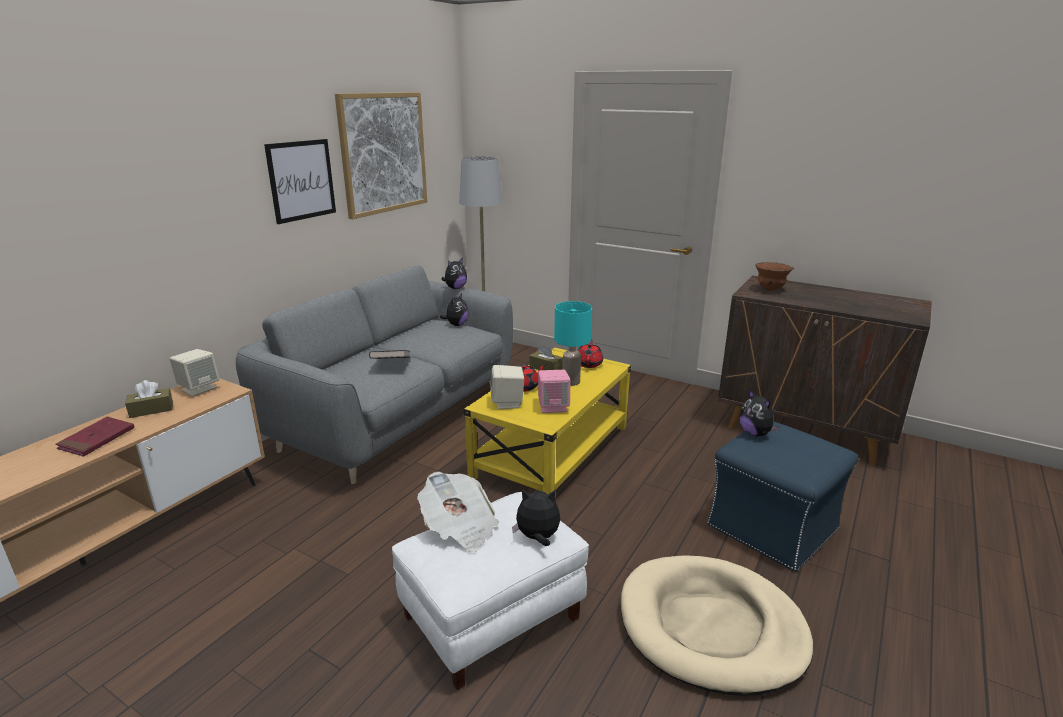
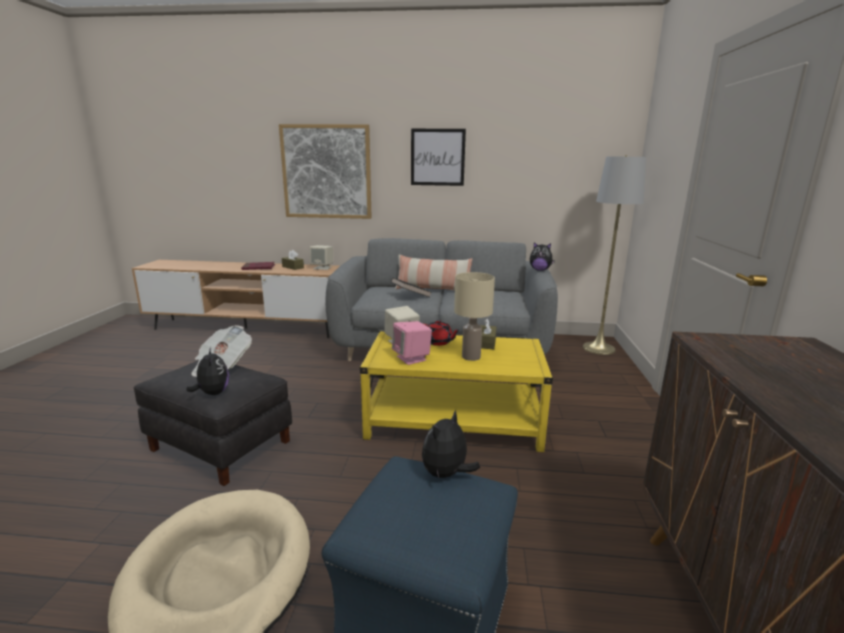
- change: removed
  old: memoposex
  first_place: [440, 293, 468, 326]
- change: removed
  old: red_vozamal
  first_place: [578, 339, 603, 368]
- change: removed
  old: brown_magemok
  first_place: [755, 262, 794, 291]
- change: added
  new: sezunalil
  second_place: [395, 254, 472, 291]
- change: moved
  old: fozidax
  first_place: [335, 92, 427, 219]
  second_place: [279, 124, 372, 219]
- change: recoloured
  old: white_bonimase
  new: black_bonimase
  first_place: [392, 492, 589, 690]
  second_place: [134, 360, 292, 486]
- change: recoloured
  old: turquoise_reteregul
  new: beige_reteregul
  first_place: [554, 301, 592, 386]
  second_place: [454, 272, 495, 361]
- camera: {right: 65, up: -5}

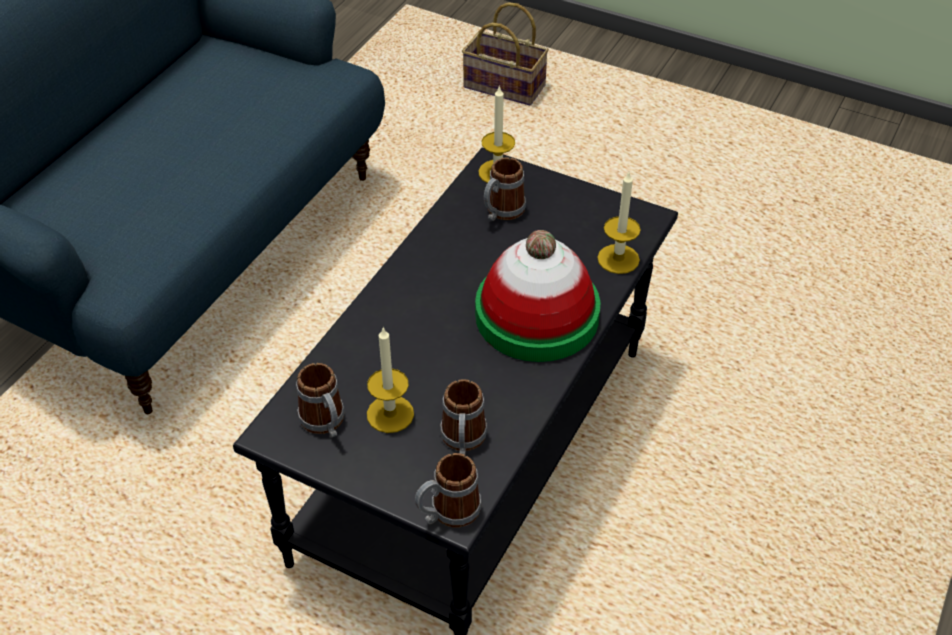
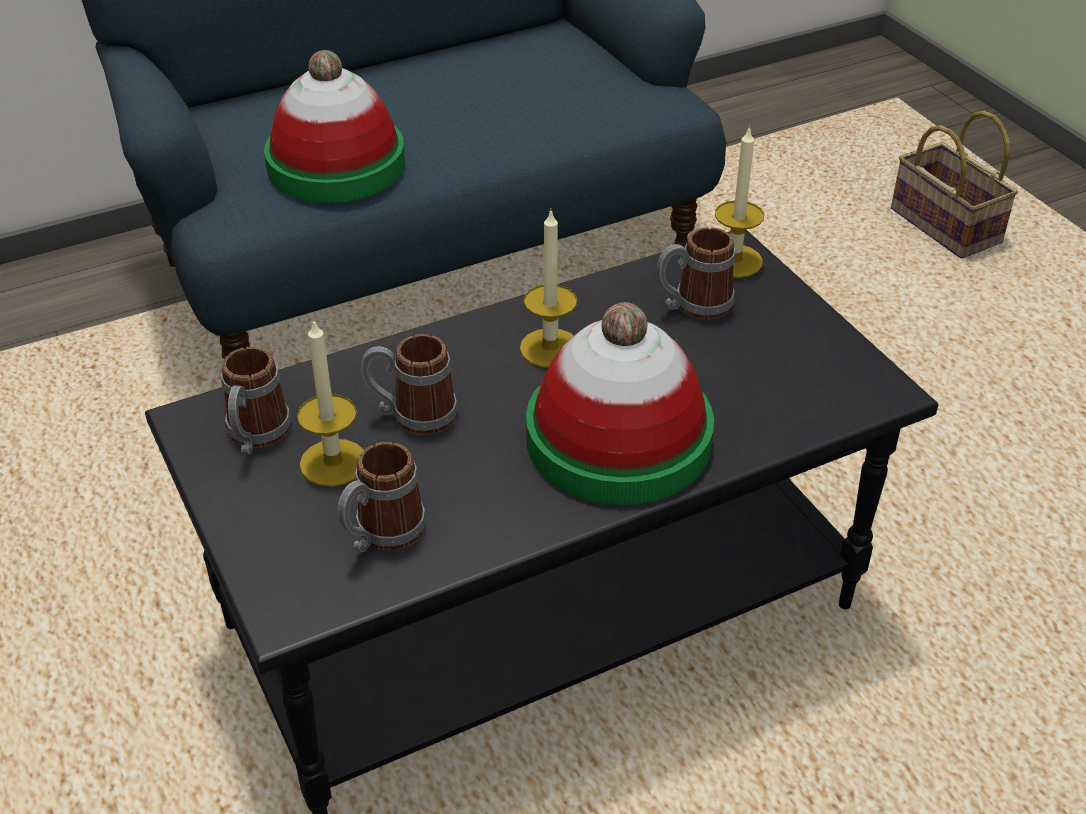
- change: added
  new: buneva
  second_place: [264, 50, 405, 203]
- change: moved
  old: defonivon
  first_place: [415, 453, 481, 527]
  second_place: [361, 334, 458, 435]
- change: moved
  old: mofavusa
  first_place: [597, 172, 641, 274]
  second_place: [520, 209, 577, 368]
- camera: {right: 35, up: -5}

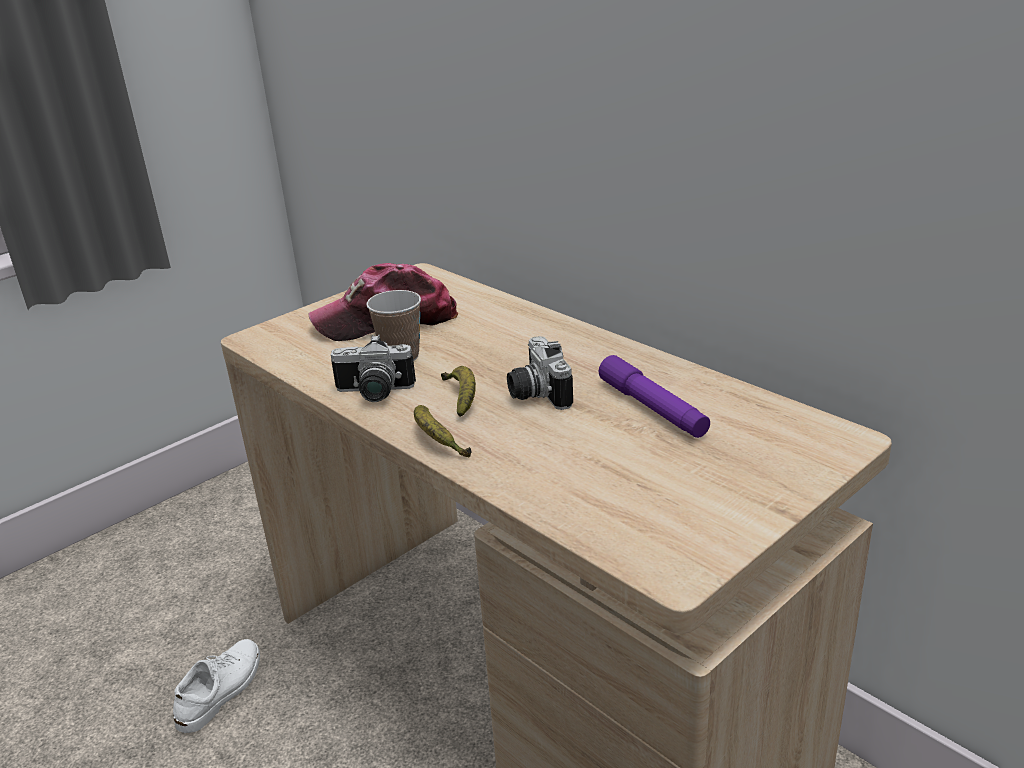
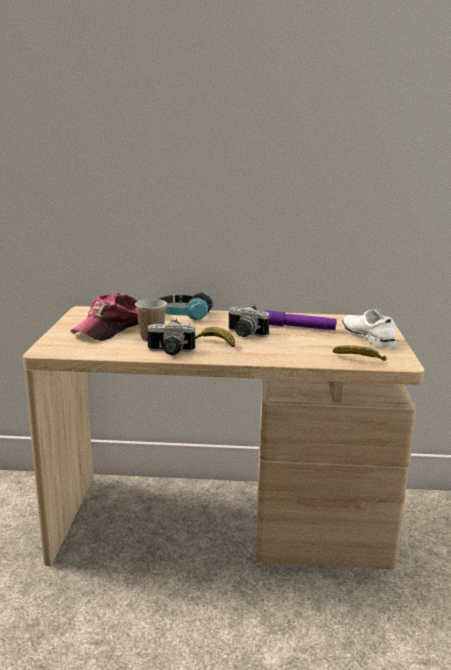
- change: added
  new: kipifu
  second_place: [158, 292, 213, 320]
- change: moved
  old: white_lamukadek
  first_place: [173, 639, 260, 733]
  second_place: [342, 309, 396, 348]
- change: moved
  old: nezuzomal
  first_place: [414, 405, 472, 457]
  second_place: [332, 345, 386, 361]
- change: turned
  old: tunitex
  first_place: [331, 335, 416, 402]
  second_place: [147, 318, 195, 355]
  degrees: 45
- camera: {right: -45, up: -10}

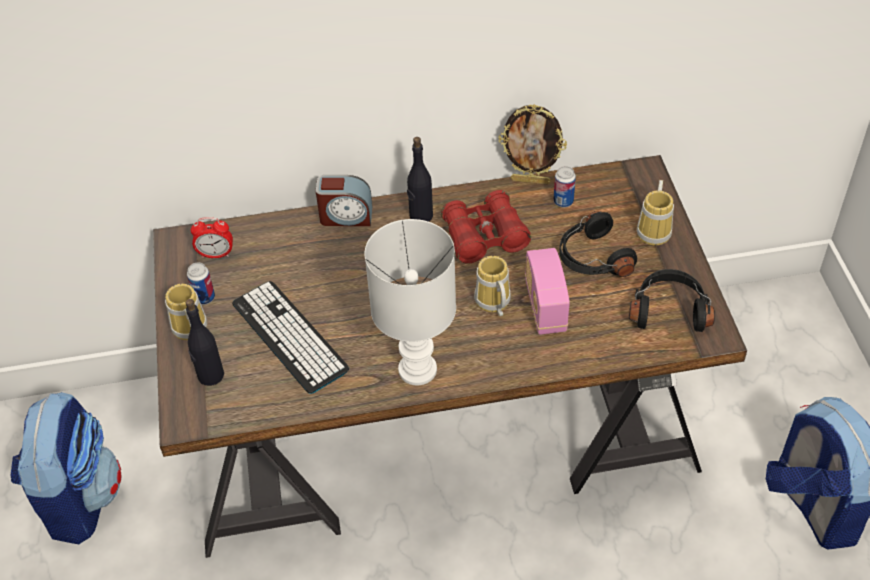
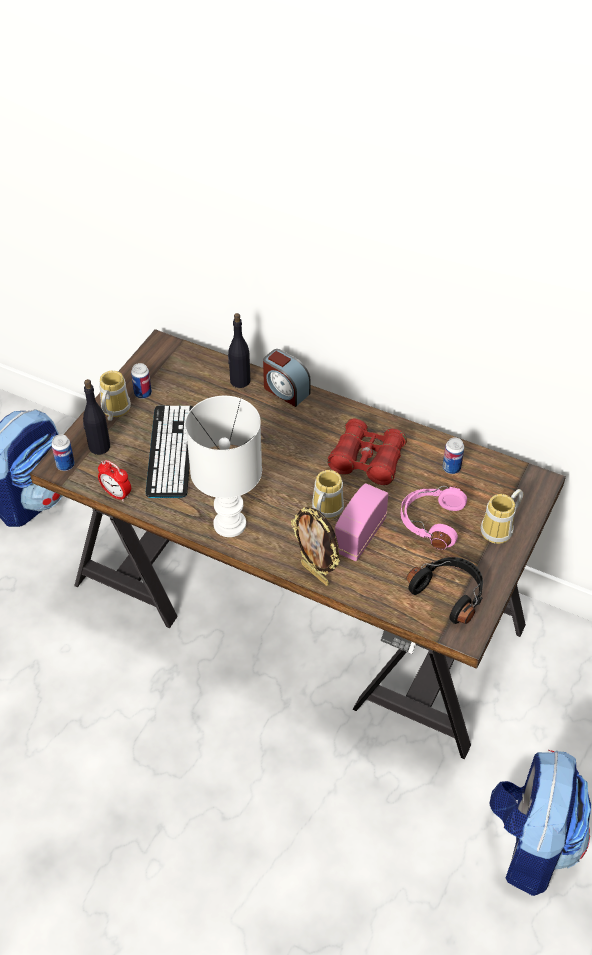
- change: added
  new: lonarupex
  second_place: [51, 434, 75, 471]
- change: moved
  old: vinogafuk
  first_place: [191, 217, 233, 258]
  second_place: [98, 460, 131, 502]
- change: moved
  old: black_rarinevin
  first_place: [407, 137, 433, 222]
  second_place: [228, 313, 251, 388]
- change: moved
  old: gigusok
  first_place: [498, 104, 567, 184]
  second_place: [291, 507, 340, 586]
- change: recoloured
  old: black_kipifu
  new: pink_kipifu
  first_place: [559, 211, 637, 277]
  second_place: [401, 486, 467, 550]
- camera: {right: 35, up: 0}

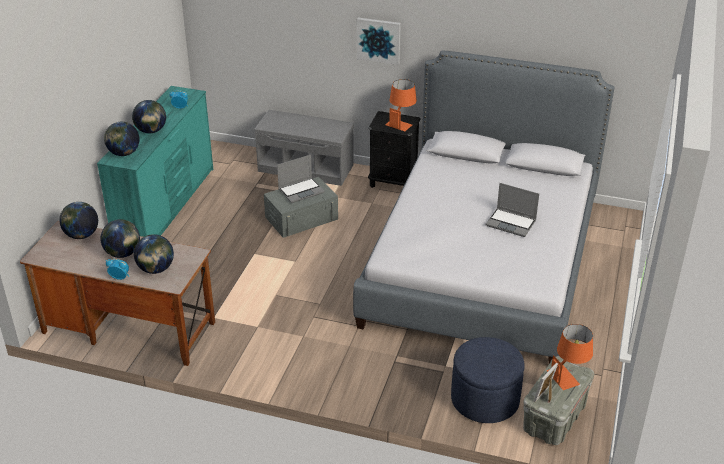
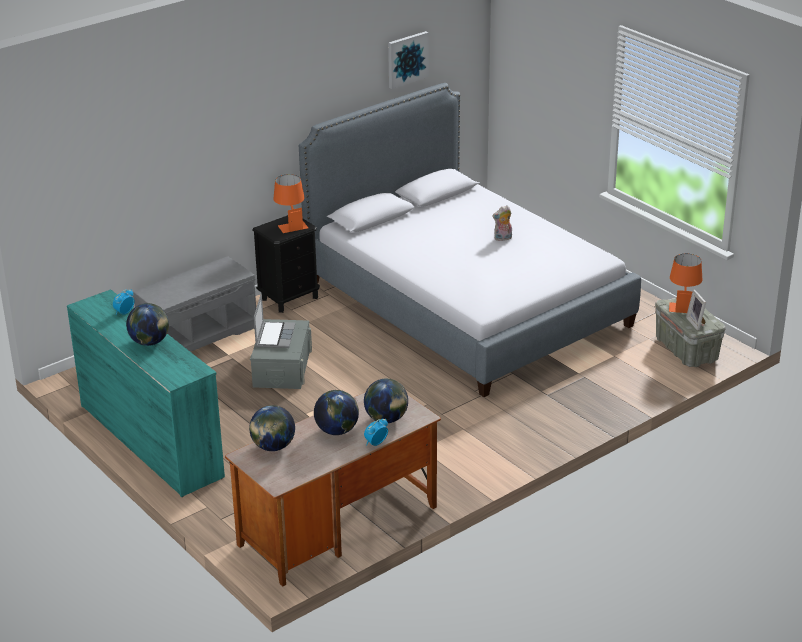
- change: removed
  old: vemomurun
  first_place: [104, 122, 140, 156]
- change: removed
  old: blue_bonimase
  first_place: [451, 337, 525, 423]
- change: moved
  old: fozidax
  first_place: [357, 18, 401, 65]
  second_place: [388, 31, 429, 89]
- change: replaced
  old: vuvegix
  new: memoposex
  first_place: [486, 183, 539, 237]
  second_place: [492, 205, 512, 241]
- camera: {right: -55, up: -5}

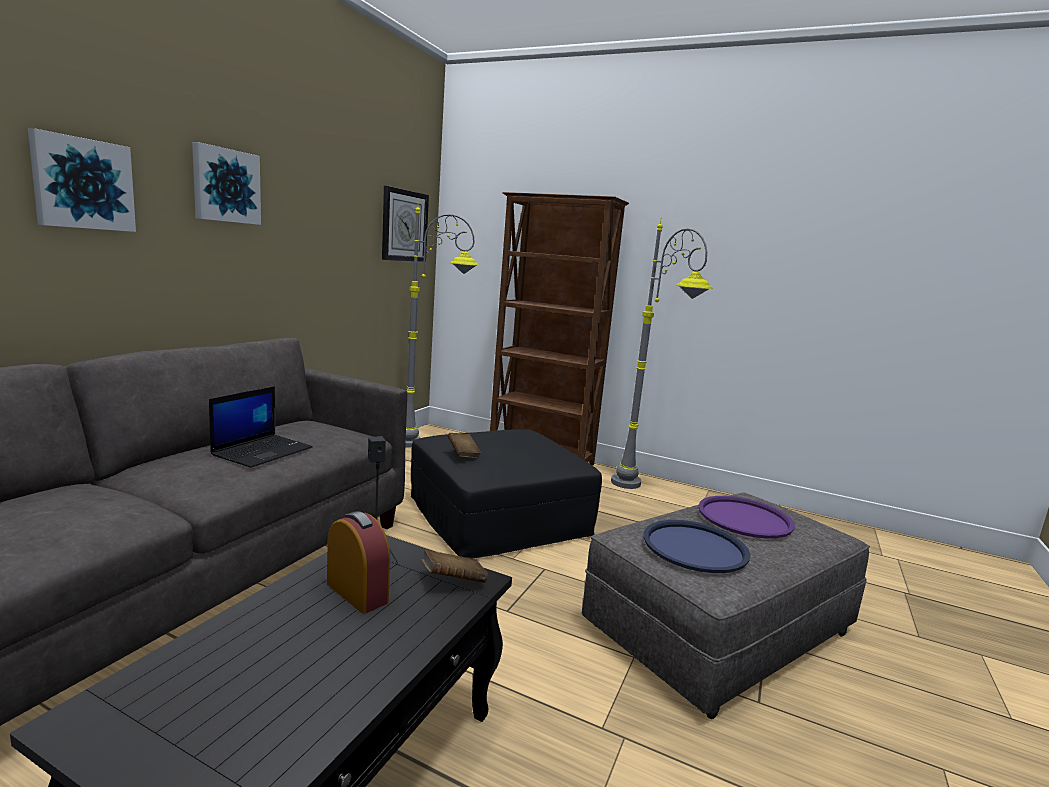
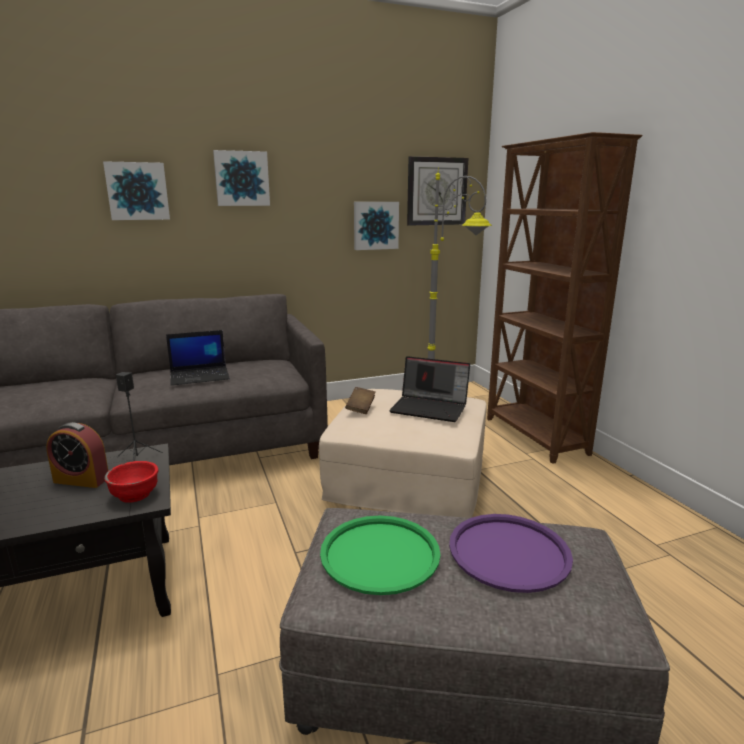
- change: removed
  old: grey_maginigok
  first_place: [611, 218, 713, 489]
- change: added
  new: fozidax
  second_place: [354, 202, 399, 250]
- change: added
  new: vuvegix
  second_place: [389, 356, 470, 422]
- change: replaced
  old: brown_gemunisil
  new: red_magemok
  first_place: [422, 550, 488, 583]
  second_place: [104, 461, 158, 503]
- change: recoloured
  old: black_bonimase
  new: beige_bonimase
  first_place: [411, 429, 602, 558]
  second_place: [319, 389, 486, 518]
- change: recoloured
  old: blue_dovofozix
  new: green_dovofozix
  first_place: [644, 520, 750, 573]
  second_place: [320, 516, 441, 595]
- change: turned
  old: vinogafuk
  first_place: [327, 511, 390, 614]
  second_place: [46, 422, 108, 488]
  degrees: 105
- camera: {right: 45, up: 5}

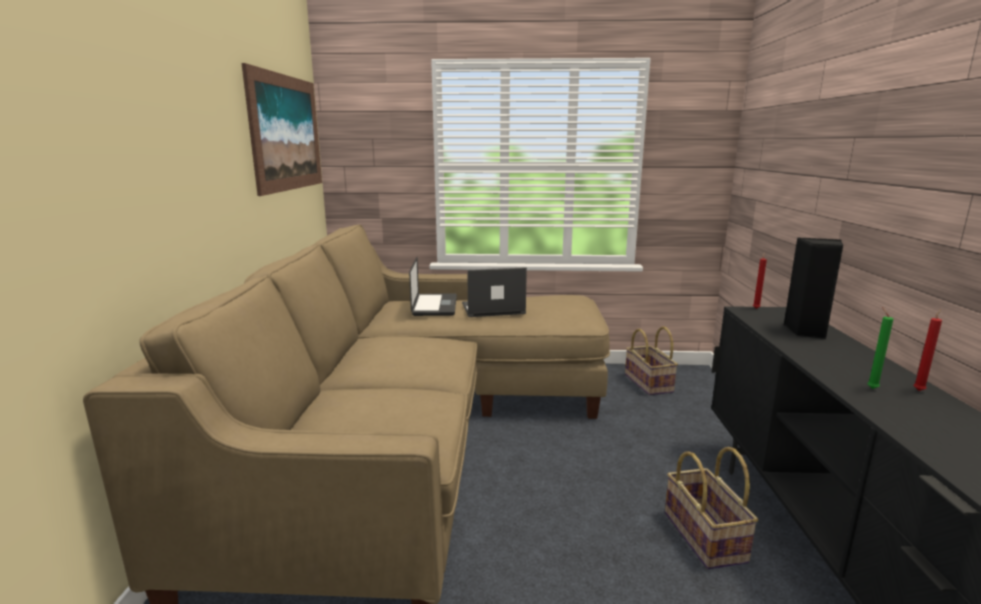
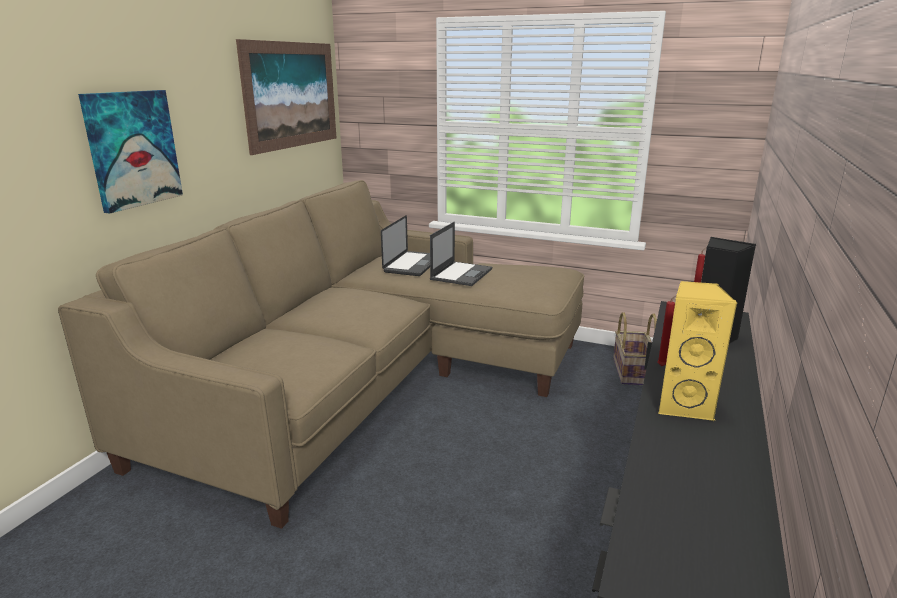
- change: removed
  old: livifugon
  first_place: [665, 447, 758, 569]
- change: added
  new: fozidax
  second_place: [78, 90, 183, 214]
- change: moved
  old: red_mofavusa
  first_place: [913, 309, 942, 391]
  second_place: [657, 296, 676, 366]
- change: replaced
  old: green_mofavusa
  new: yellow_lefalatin
  first_place: [867, 307, 893, 389]
  second_place: [658, 281, 737, 422]
- change: turned
  old: vuvegix
  first_place: [462, 267, 527, 317]
  second_place: [430, 222, 492, 286]
  degrees: 105
- camera: {right: 20, up: 5}

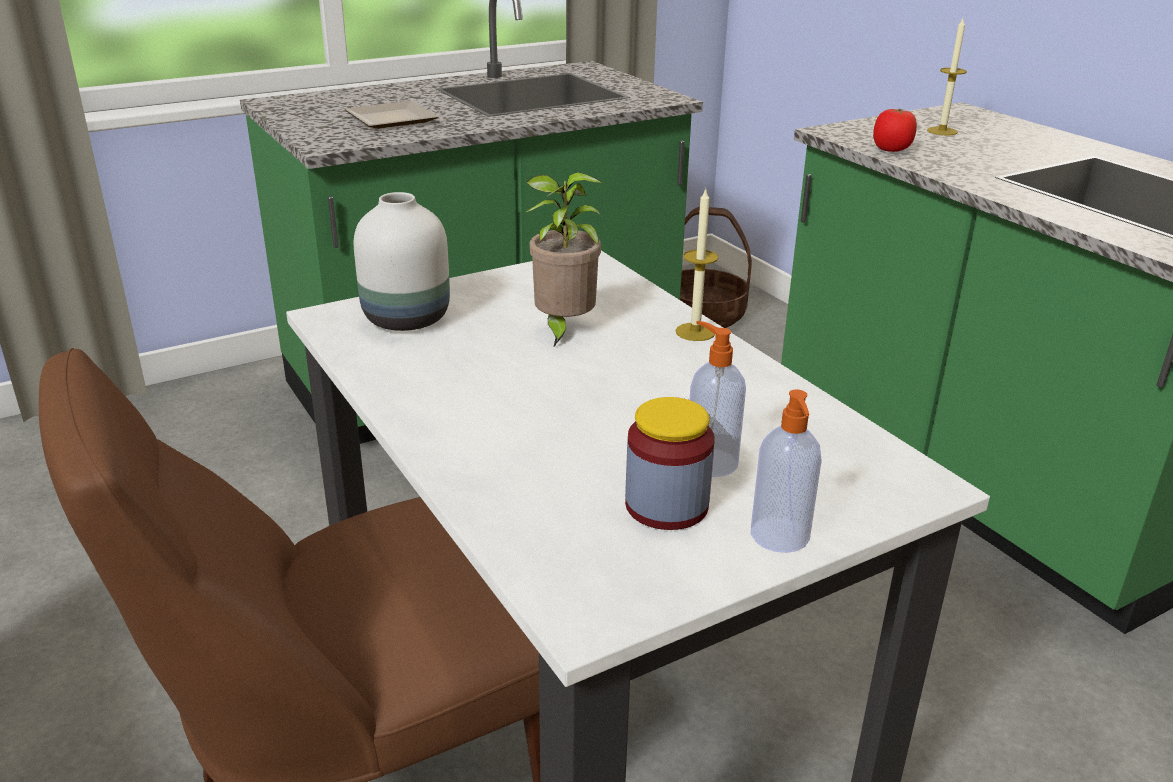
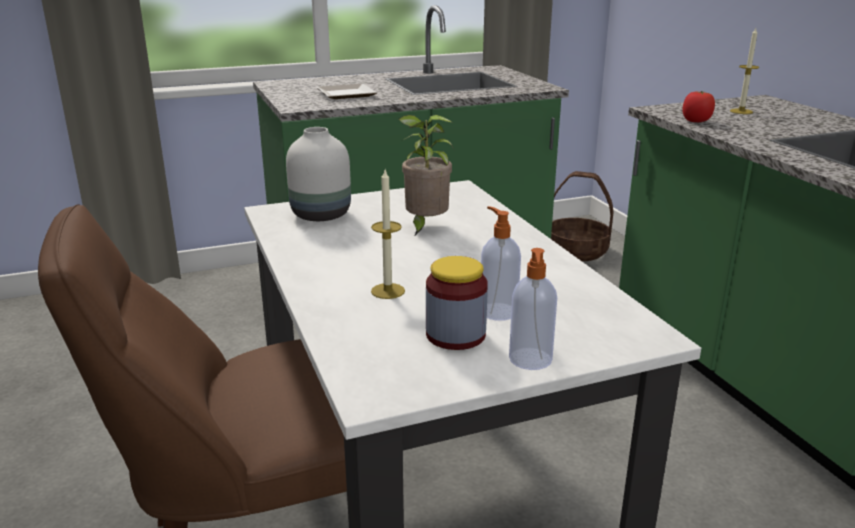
- change: moved
  old: mofavusa
  first_place: [675, 187, 719, 341]
  second_place: [371, 170, 405, 299]
- camera: {right: 10, up: -5}

